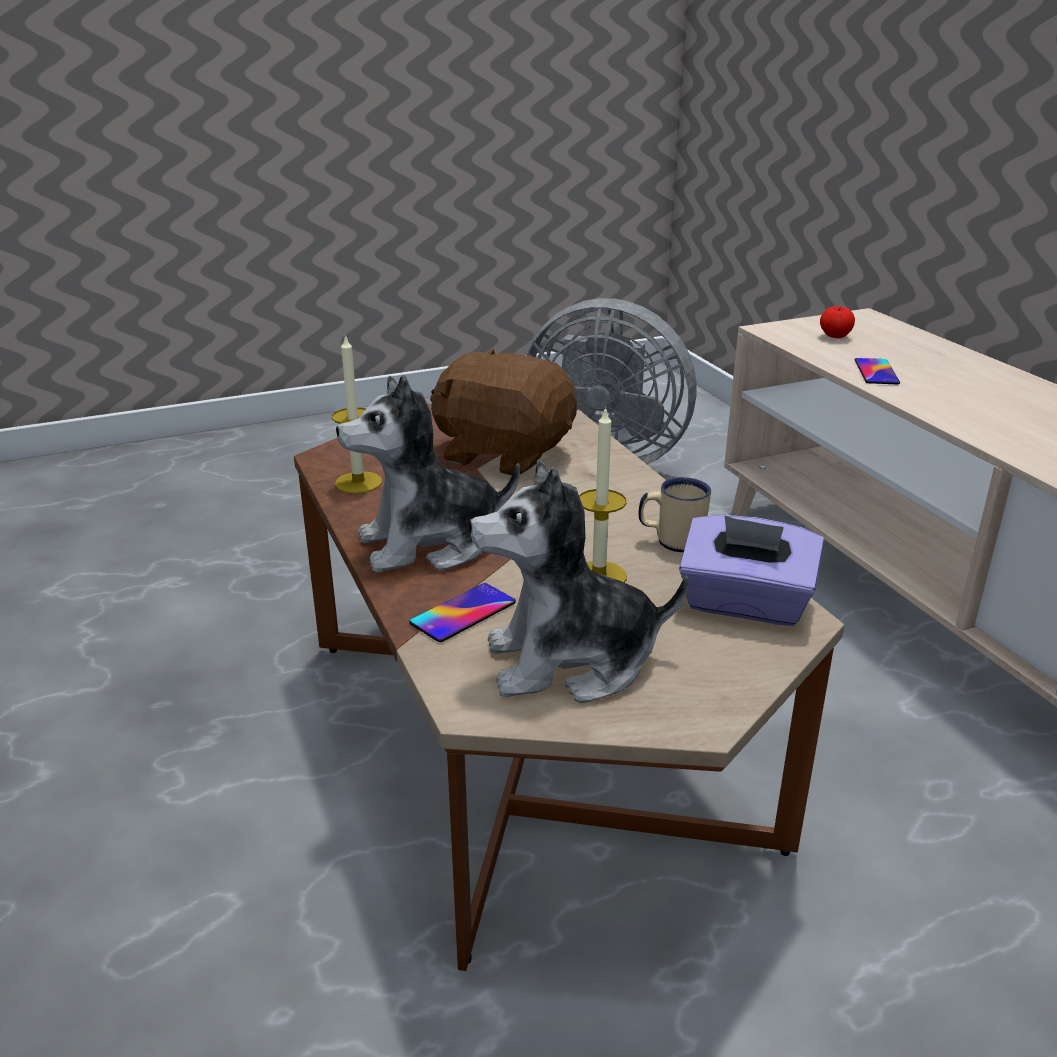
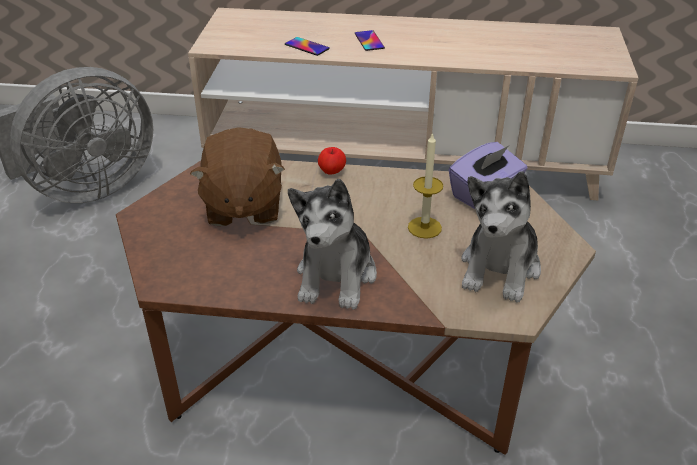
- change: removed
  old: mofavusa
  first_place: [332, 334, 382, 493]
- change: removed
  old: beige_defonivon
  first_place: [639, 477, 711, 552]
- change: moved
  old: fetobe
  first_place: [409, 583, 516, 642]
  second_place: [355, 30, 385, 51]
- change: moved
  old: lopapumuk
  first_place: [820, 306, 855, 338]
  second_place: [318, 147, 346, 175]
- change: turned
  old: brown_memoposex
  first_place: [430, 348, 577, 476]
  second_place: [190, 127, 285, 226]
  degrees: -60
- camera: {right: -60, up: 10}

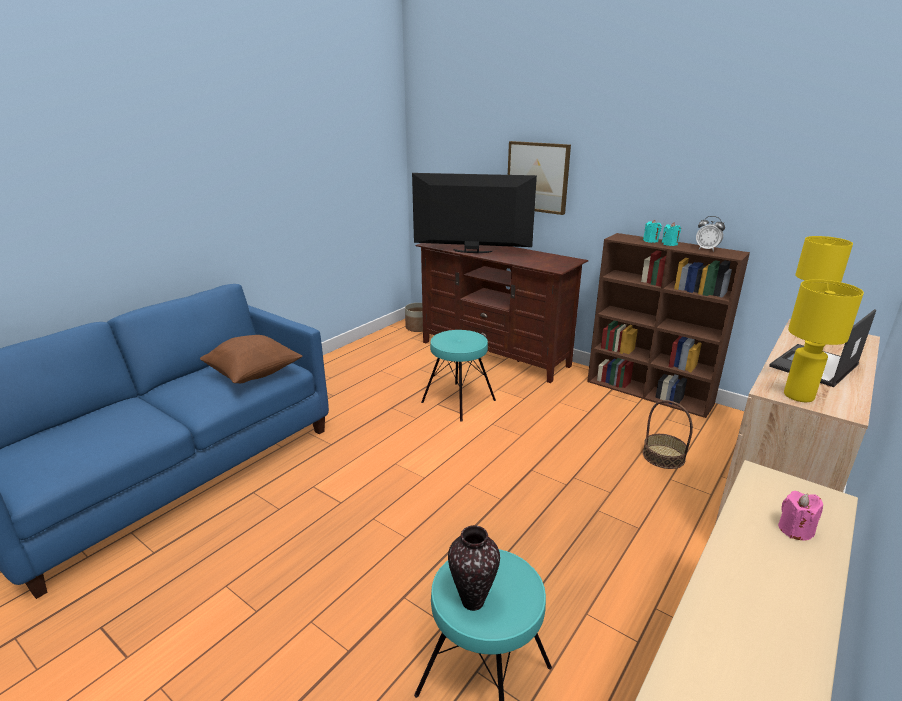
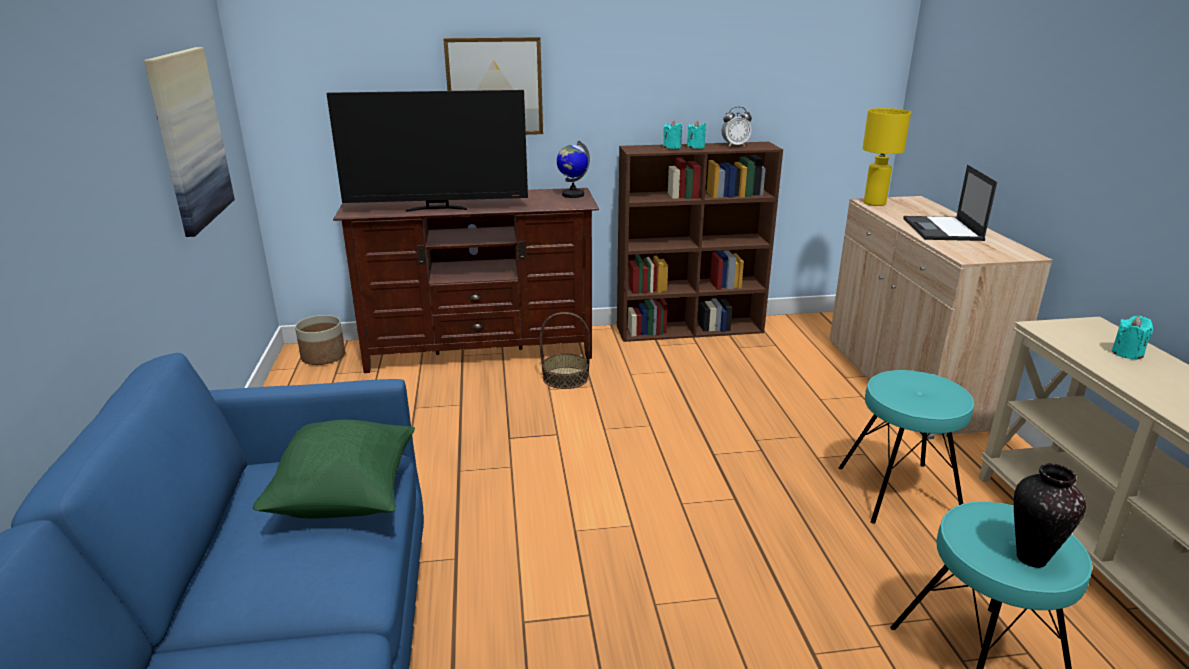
- change: removed
  old: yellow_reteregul
  first_place: [784, 279, 864, 402]
- change: added
  new: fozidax
  second_place: [144, 47, 235, 237]
- change: added
  new: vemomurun
  second_place: [557, 141, 590, 198]
- change: moved
  old: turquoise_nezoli
  first_place: [421, 330, 496, 422]
  second_place: [839, 370, 974, 524]
- change: moved
  old: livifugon
  first_place: [643, 400, 693, 469]
  second_place: [540, 312, 590, 389]
- change: recoloured
  old: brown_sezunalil
  new: green_sezunalil
  first_place: [200, 335, 302, 383]
  second_place: [253, 420, 415, 518]
- change: recoloured
  old: pink_mofavusa
  new: turquoise_mofavusa
  first_place: [778, 491, 823, 541]
  second_place: [1112, 316, 1153, 360]
- change: turned
  old: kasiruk
  first_place: [412, 173, 537, 253]
  second_place: [326, 90, 528, 212]
  degrees: -150
- camera: {right: -45, up: 0}

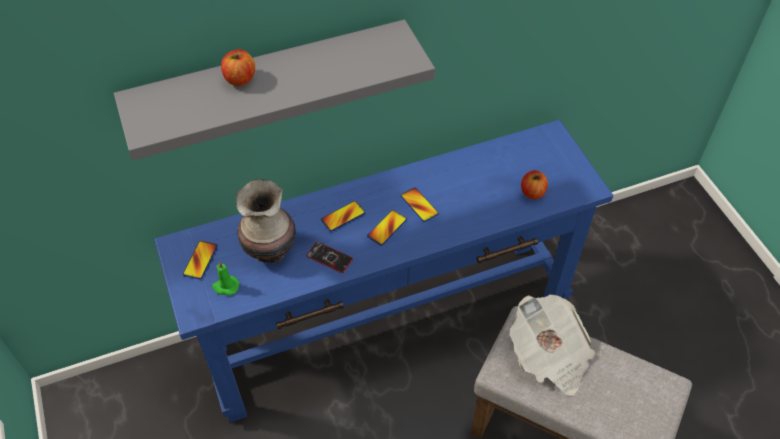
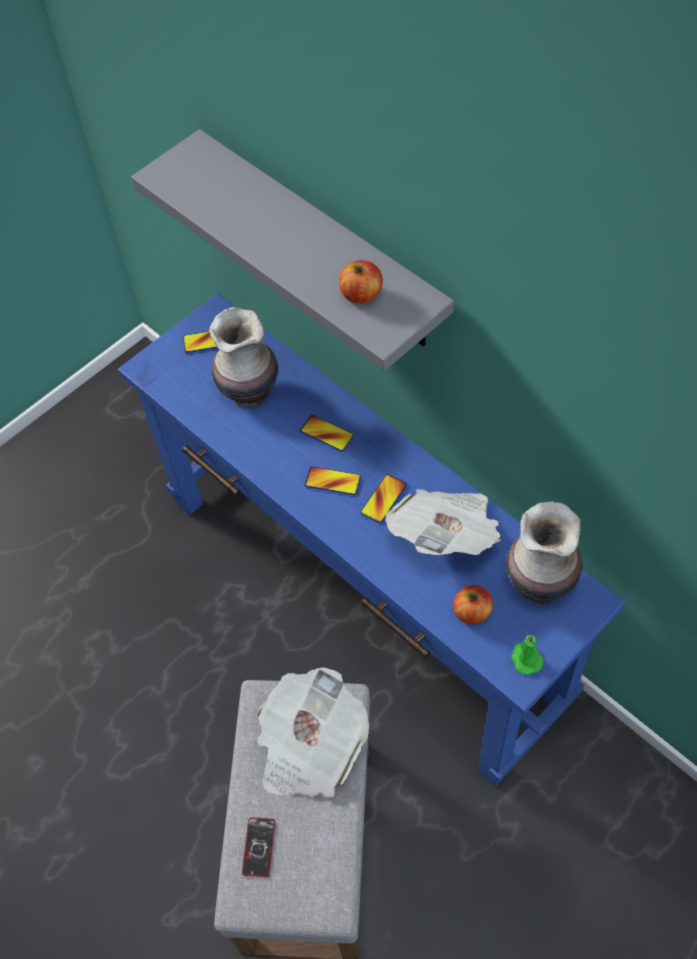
- change: added
  new: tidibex
  second_place: [385, 489, 502, 555]
- change: added
  new: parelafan
  second_place: [506, 501, 583, 605]
- change: moved
  old: green_mofavusa
  first_place: [212, 261, 239, 295]
  second_place: [511, 635, 544, 675]
- change: moved
  old: lopapumuk
  first_place: [221, 49, 255, 86]
  second_place: [339, 260, 383, 303]
- change: moved
  old: fetobe
  first_place: [306, 242, 353, 273]
  second_place: [242, 817, 275, 877]
- camera: {right: 70, up: 5}

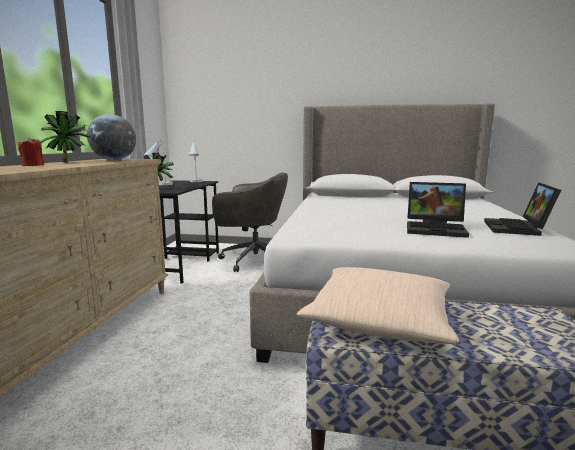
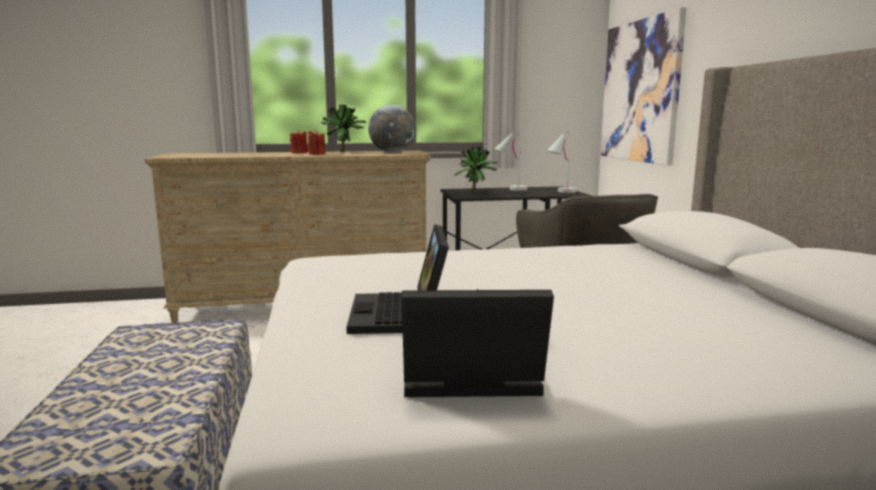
- change: removed
  old: beige_sezunalil
  first_place: [297, 267, 460, 344]
- change: added
  new: red_mofavusa
  second_place: [308, 130, 325, 155]
- change: added
  new: fozidax
  second_place: [601, 7, 687, 166]
- camera: {right: 70, up: 0}

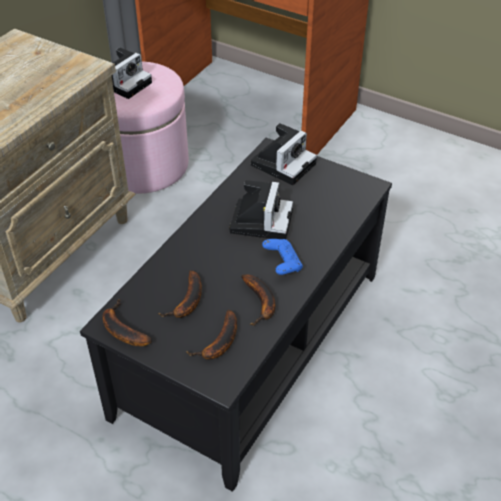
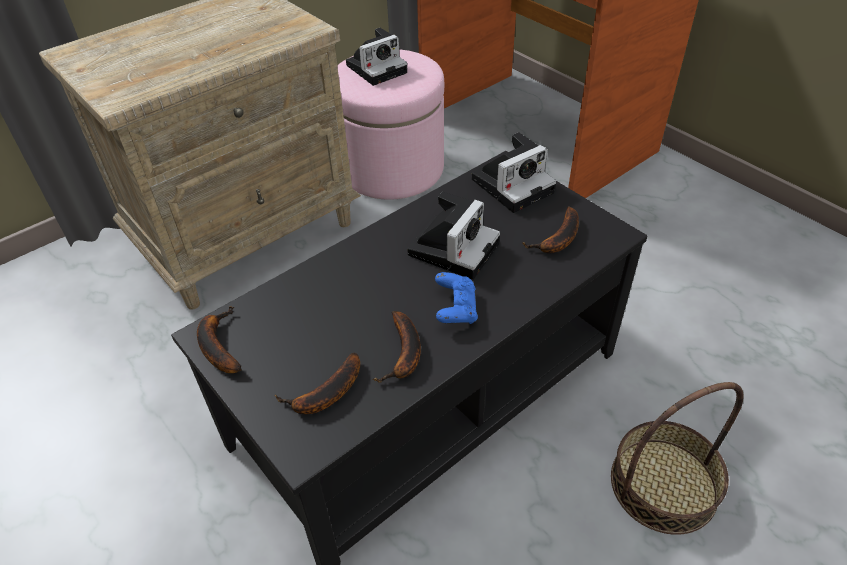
- change: added
  new: livifugon
  second_place: [611, 382, 744, 534]
- change: moved
  old: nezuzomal
  first_place: [158, 270, 202, 318]
  second_place: [522, 206, 579, 253]
- camera: {right: 20, up: 0}

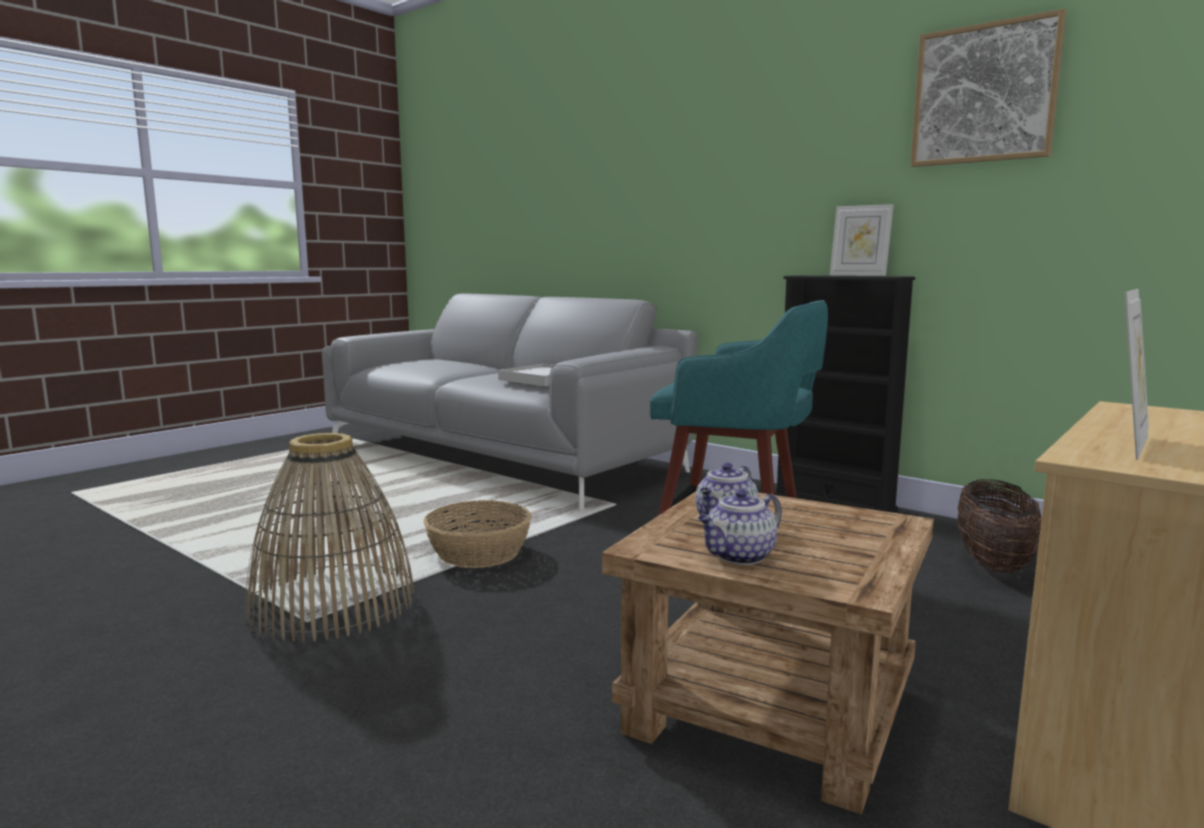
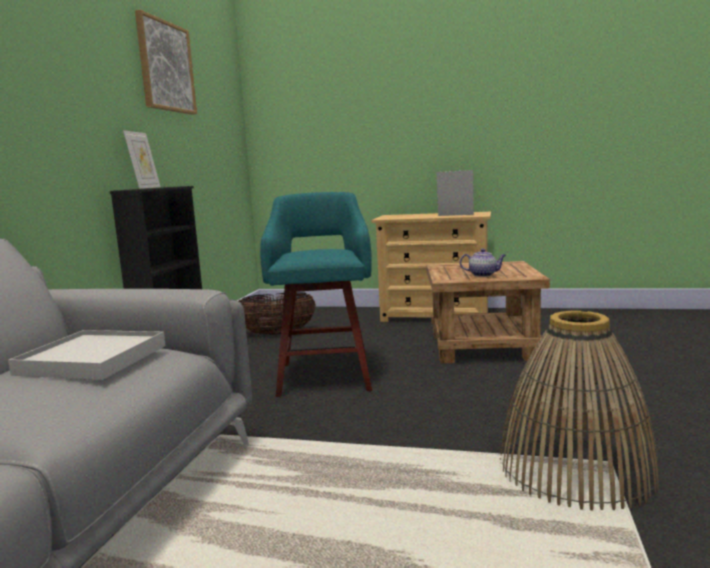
- change: removed
  old: livifugon
  first_place: [423, 500, 532, 568]
- change: removed
  old: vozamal
  first_place: [698, 489, 782, 565]
- camera: {right: -115, up: 0}

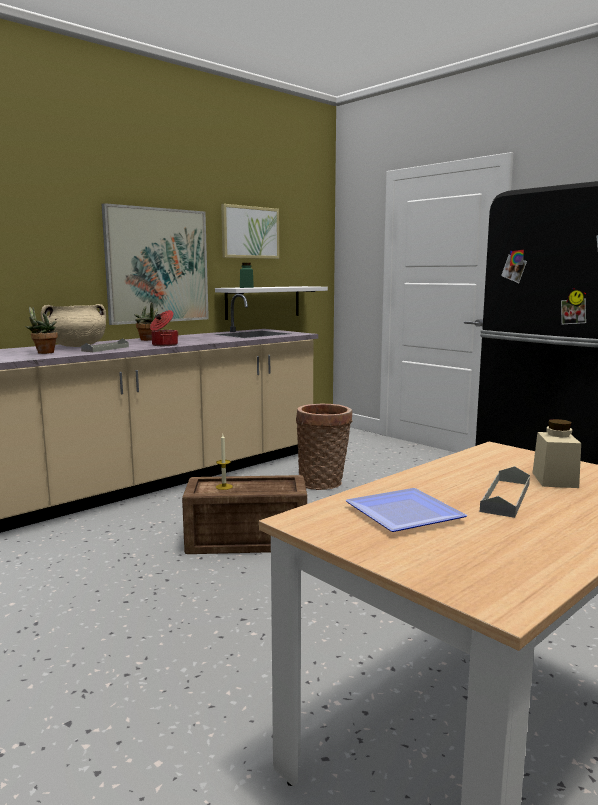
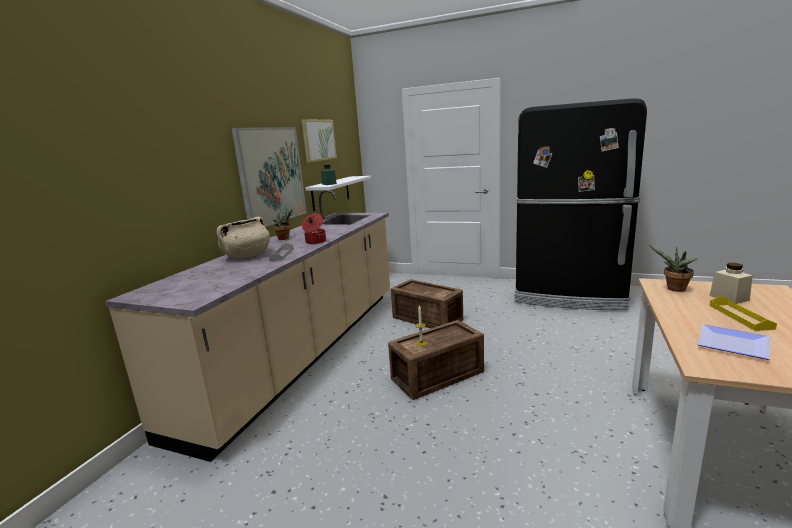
- change: moved
  old: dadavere
  first_place: [25, 306, 58, 354]
  second_place: [649, 245, 697, 292]
- change: replaced
  old: livifugon
  new: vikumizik
  first_place: [296, 404, 352, 490]
  second_place: [391, 279, 463, 328]
- change: recoloured
  old: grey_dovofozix
  new: yellow_dovofozix
  first_place: [480, 466, 530, 518]
  second_place: [709, 296, 777, 331]
- camera: {right: -25, up: 5}

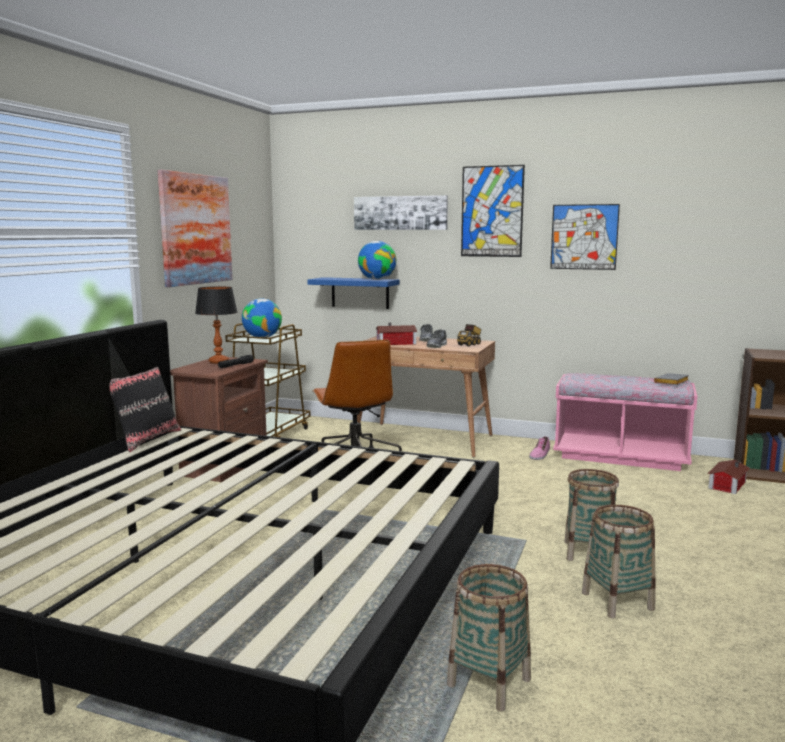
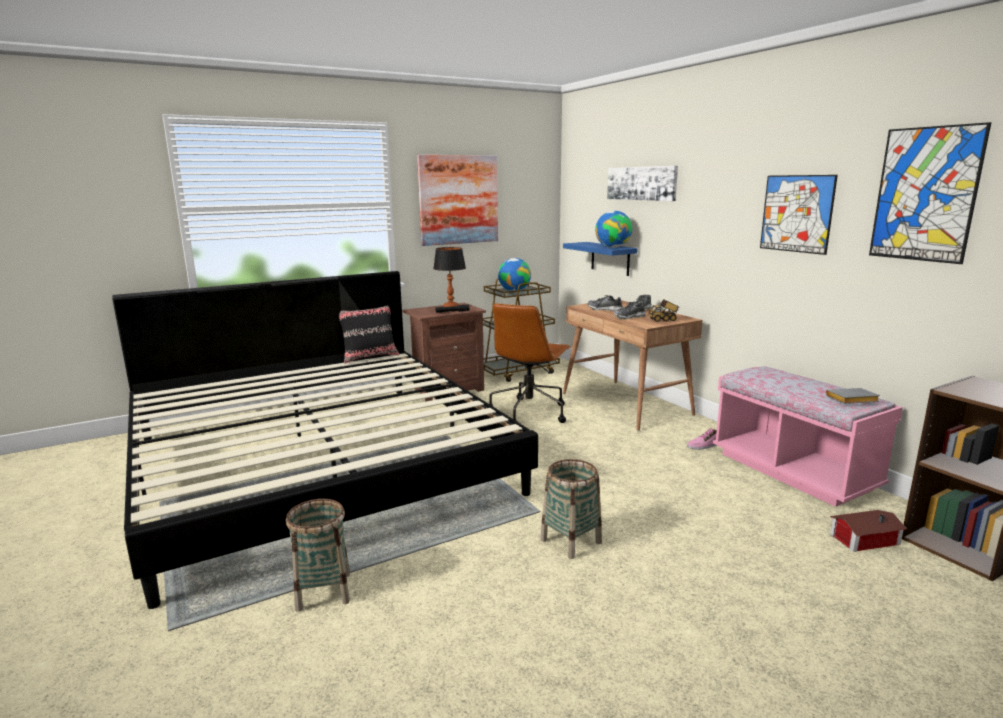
- change: removed
  old: livifugon
  first_place: [582, 505, 656, 618]
- change: moved
  old: fozidax
  first_place: [461, 165, 525, 257]
  second_place: [869, 122, 992, 264]
- change: replaced
  old: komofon
  new: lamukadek
  first_place: [376, 323, 417, 345]
  second_place: [588, 295, 623, 311]
- camera: {right: 40, up: 5}

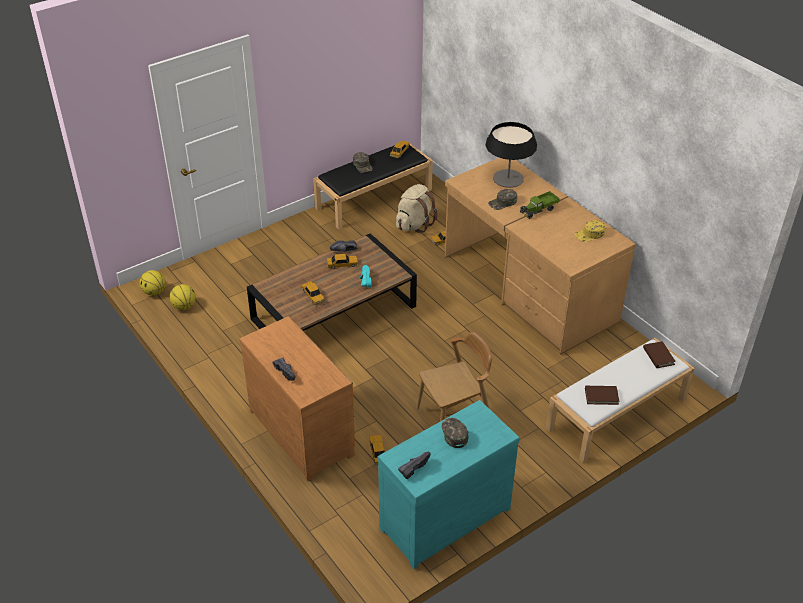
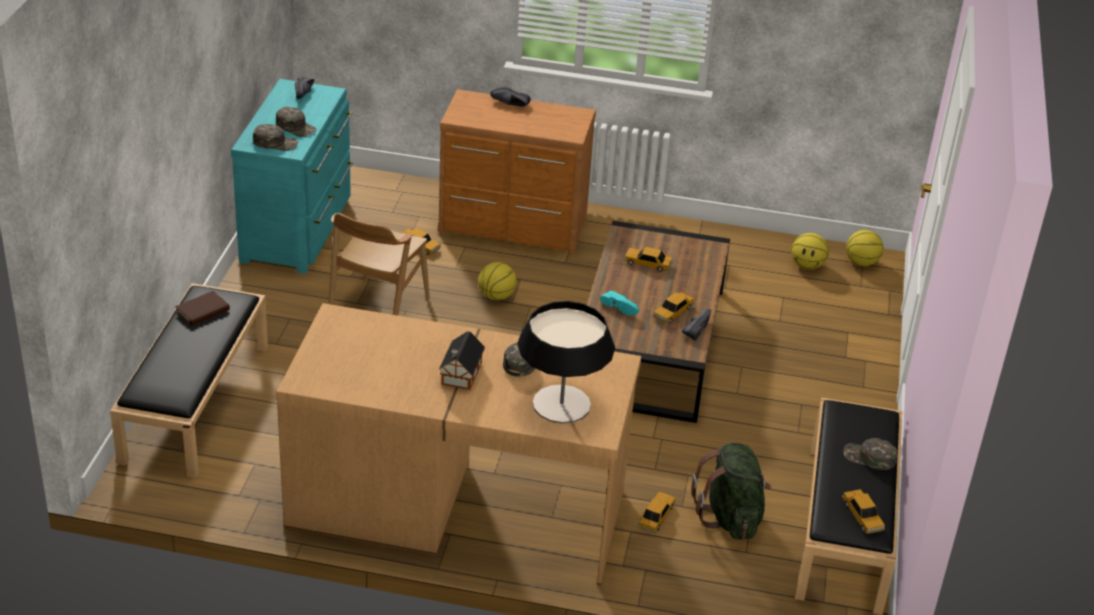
- change: removed
  old: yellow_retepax
  first_place: [575, 220, 605, 242]
- change: removed
  old: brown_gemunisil
  first_place: [643, 341, 676, 368]
- change: added
  new: green_retepax
  second_place: [253, 124, 299, 151]
- change: added
  new: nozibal
  second_place: [478, 262, 517, 300]
- change: replaced
  old: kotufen
  new: komofon
  first_place: [520, 191, 560, 219]
  second_place: [439, 331, 485, 390]
- change: recoloured
  old: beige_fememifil
  new: green_fememifil
  first_place: [396, 184, 437, 233]
  second_place: [691, 443, 771, 540]
- change: recoloured
  old: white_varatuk
  new: black_varatuk
  first_place: [546, 338, 695, 463]
  second_place: [110, 283, 268, 478]
- camera: {right: 135, up: -5}

